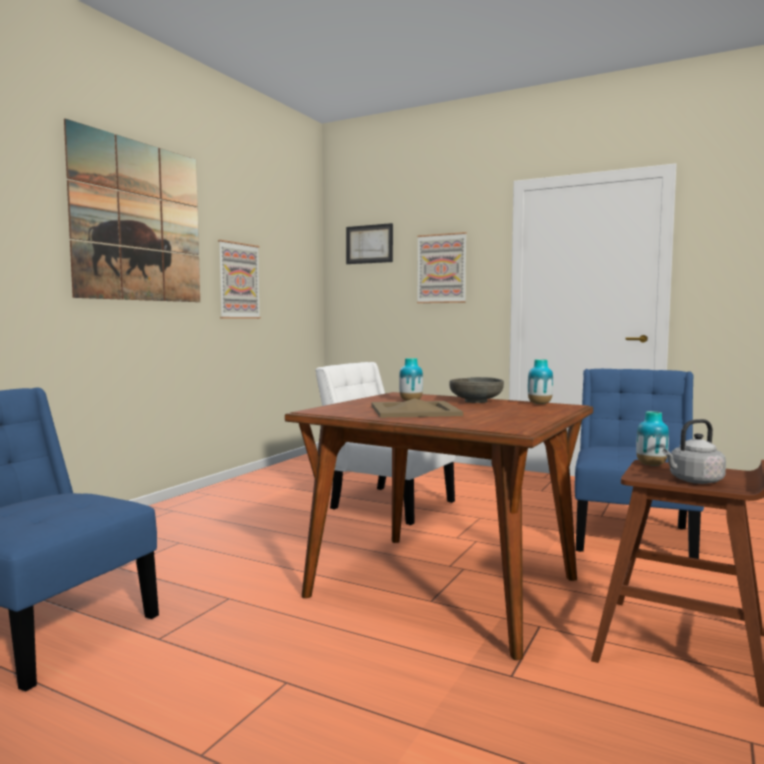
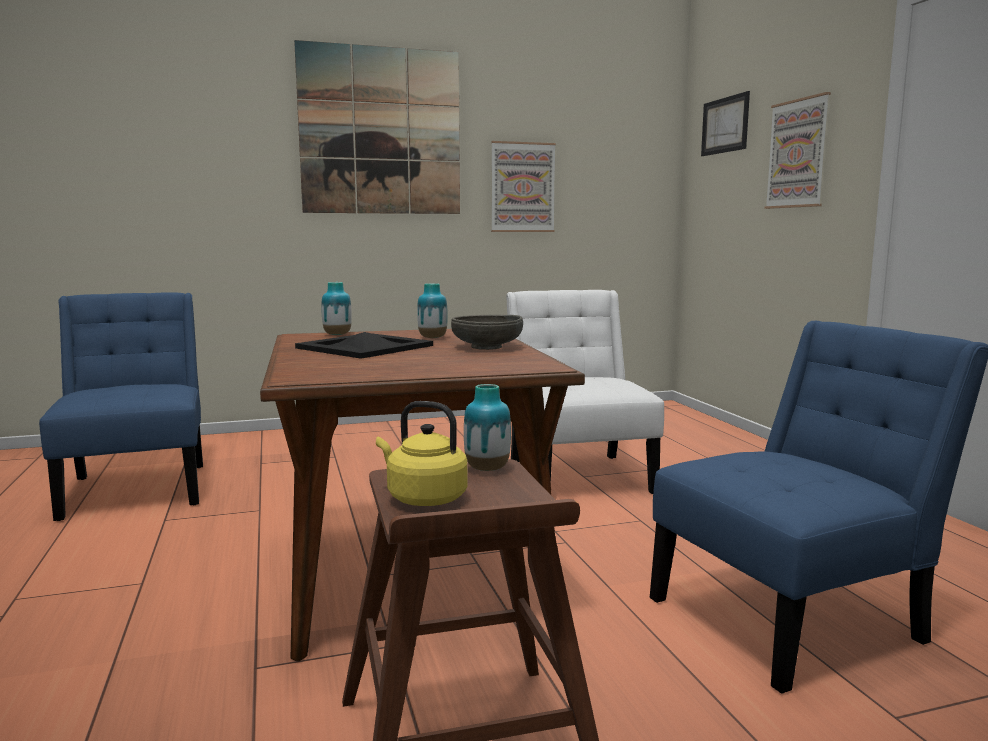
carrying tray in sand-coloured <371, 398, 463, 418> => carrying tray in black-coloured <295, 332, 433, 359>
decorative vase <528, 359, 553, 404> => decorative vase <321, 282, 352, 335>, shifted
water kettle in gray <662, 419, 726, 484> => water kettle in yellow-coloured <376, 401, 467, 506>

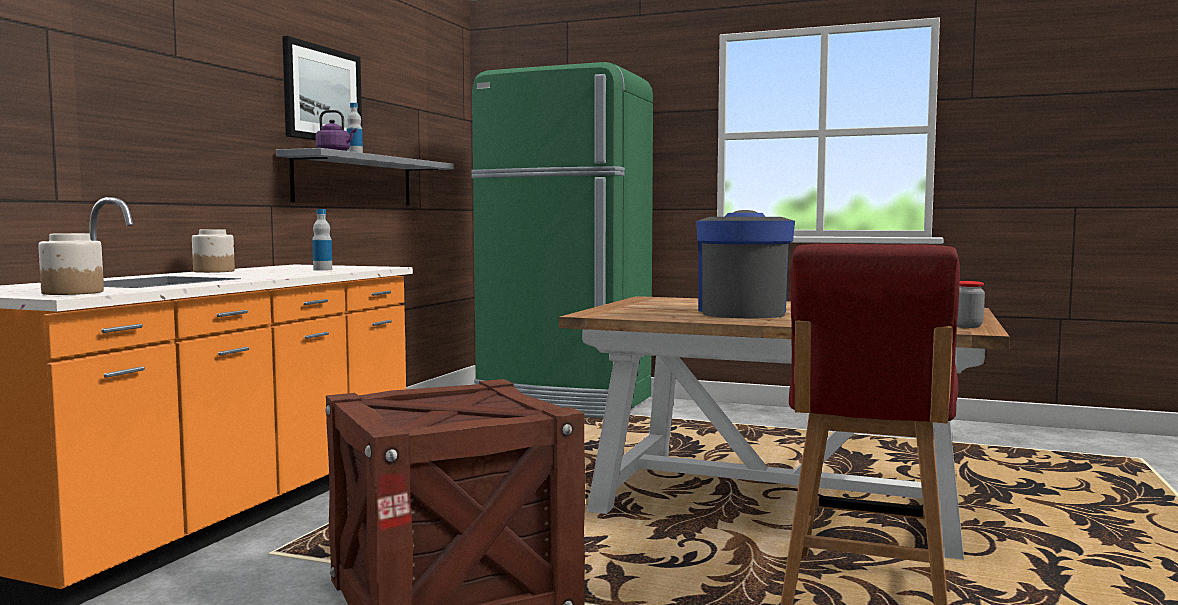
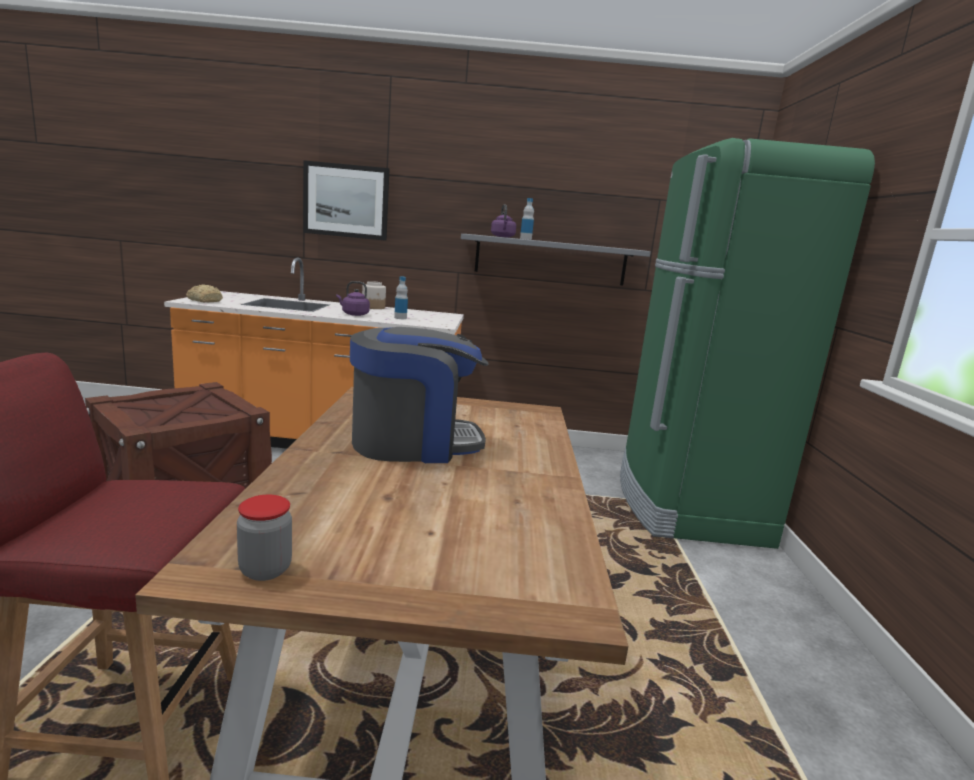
jar <38, 233, 104, 295> => baked bread <186, 284, 223, 302>
picture <282, 36, 362, 140> => picture <303, 160, 390, 241>, shifted
nothing => water kettle in purple-coloured <336, 281, 370, 316>

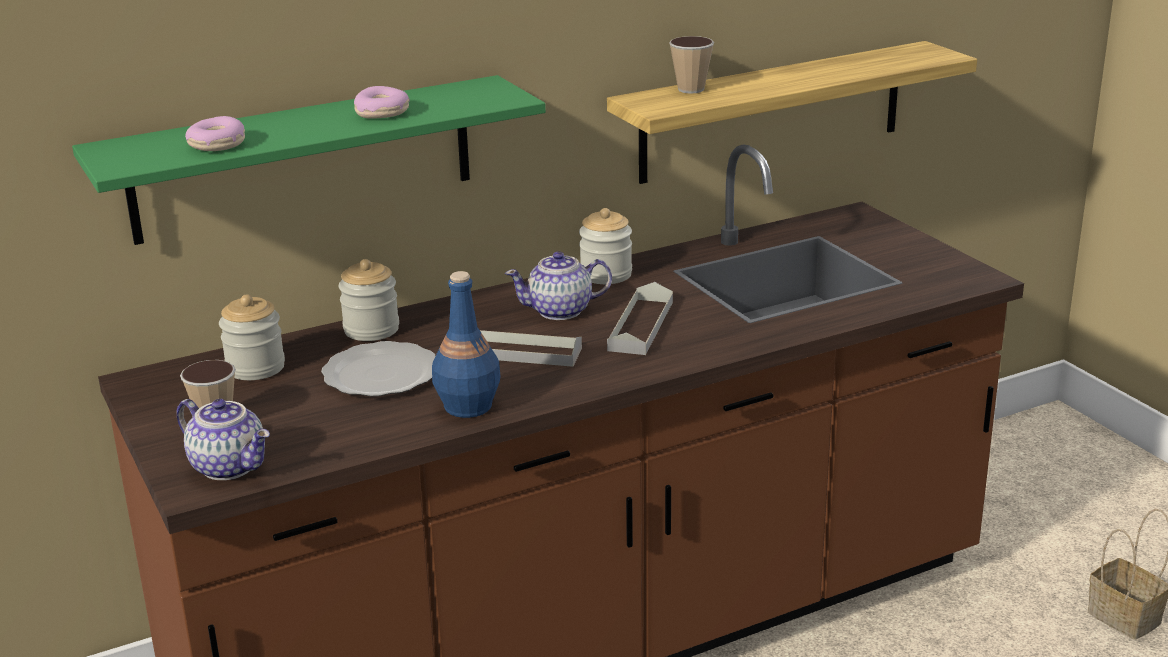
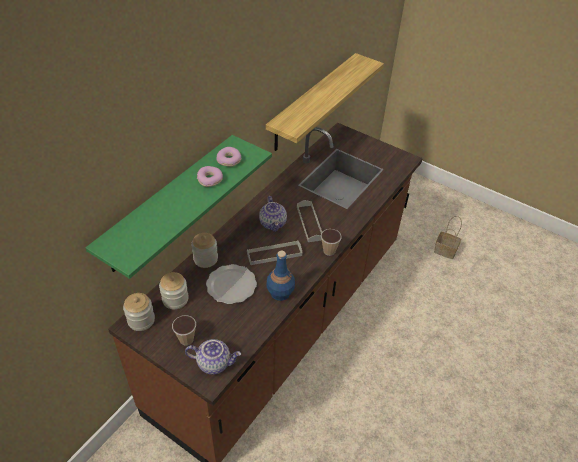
jar <579, 208, 632, 284> => jar <123, 293, 155, 331>, shifted
ring doughnut <185, 116, 245, 151> => ring doughnut <216, 147, 241, 167>, shifted
pot for tea <505, 251, 612, 320> => pot for tea <259, 196, 287, 232>, 60 degrees counterclockwise
small cup <669, 36, 714, 94> => small cup <321, 229, 342, 256>, shifted

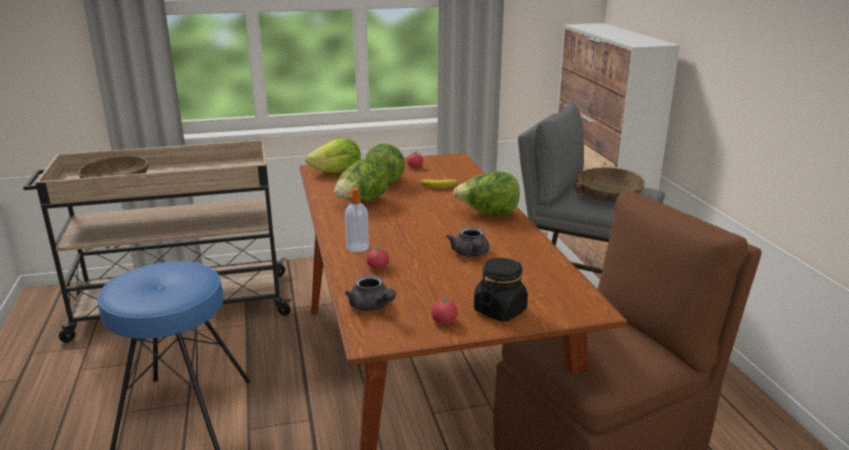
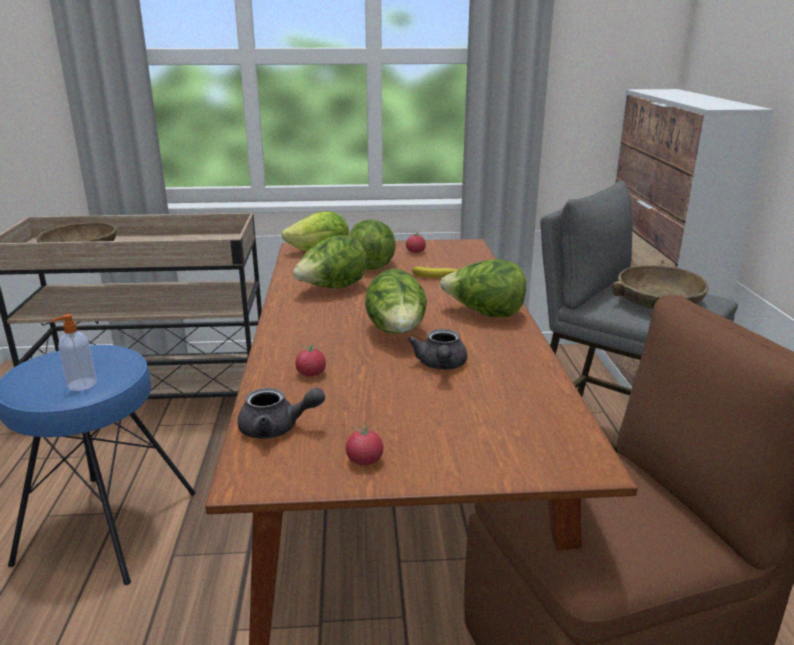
liquid soap bottle <345, 188, 369, 252> => liquid soap bottle <51, 314, 97, 391>, shifted
pot for tea in gray <345, 275, 396, 311> => pot for tea in gray <237, 388, 325, 439>, 60 degrees counterclockwise
nothing => lettuce head <365, 269, 427, 334>
jar in black-coloured <474, 258, 528, 321> => nothing

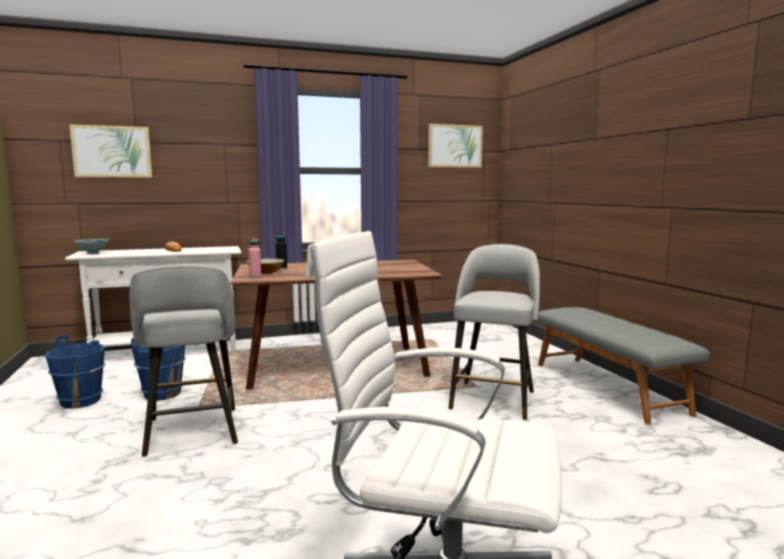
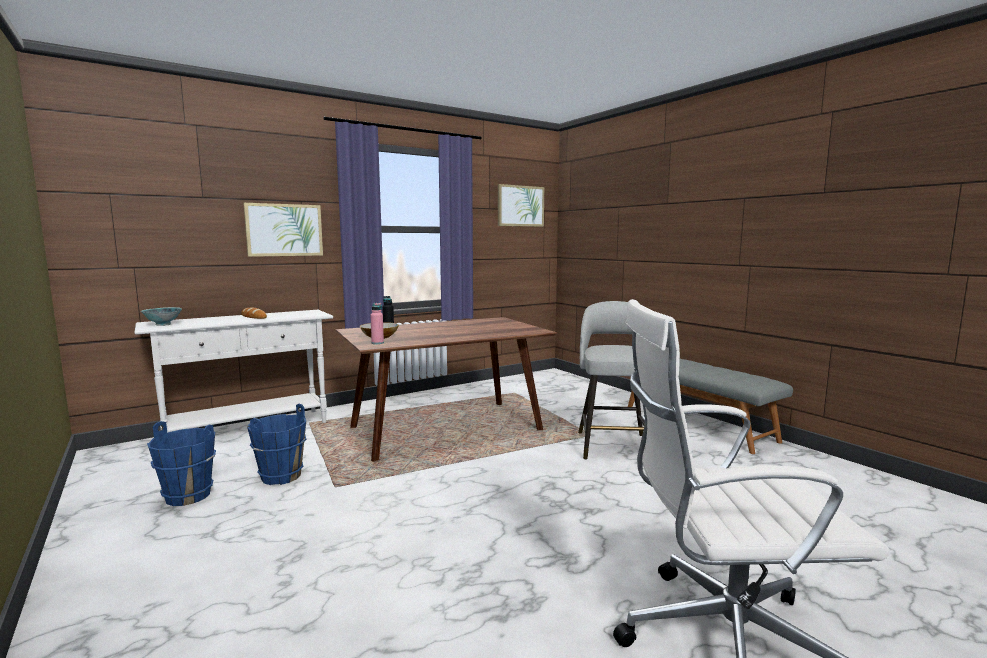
picture <69, 124, 152, 177> => picture <244, 203, 323, 257>, shifted
sitting stool in gray <129, 265, 238, 457> => nothing

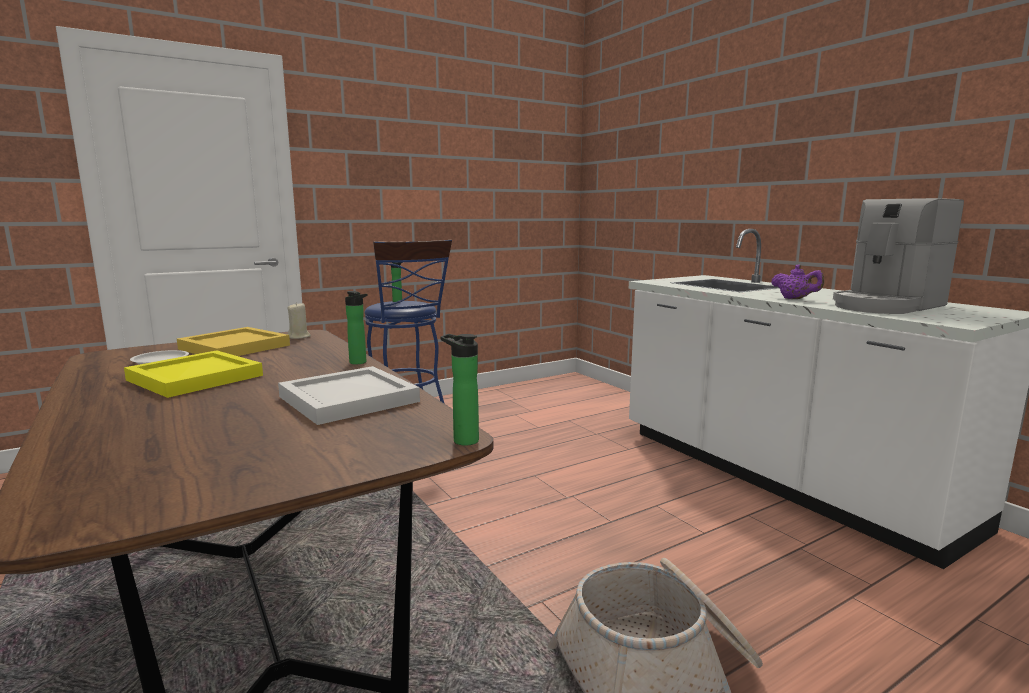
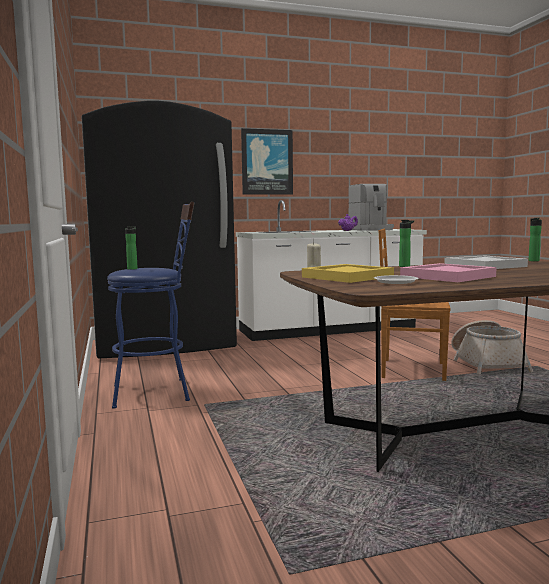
nothing => refrigerator in black-coloured <81, 101, 237, 358>
nothing => picture <241, 128, 293, 195>
nothing => plain chair in brownish <378, 229, 451, 381>
carrying tray in yellow-coloured <124, 350, 263, 398> => carrying tray in pinkish <400, 263, 496, 282>

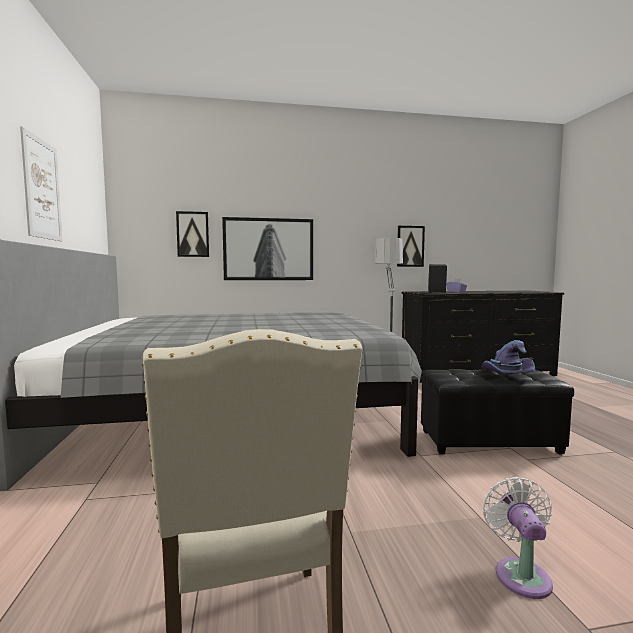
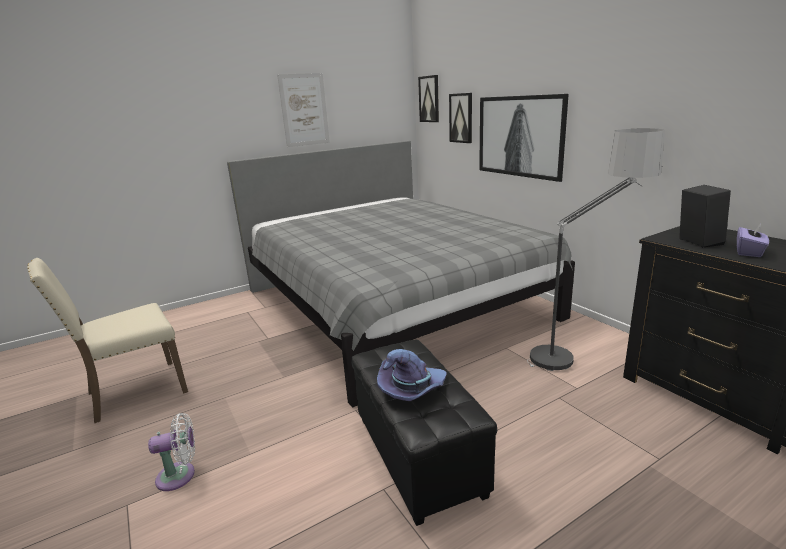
picture <397, 226, 425, 267> => picture <418, 75, 439, 122>, shifted

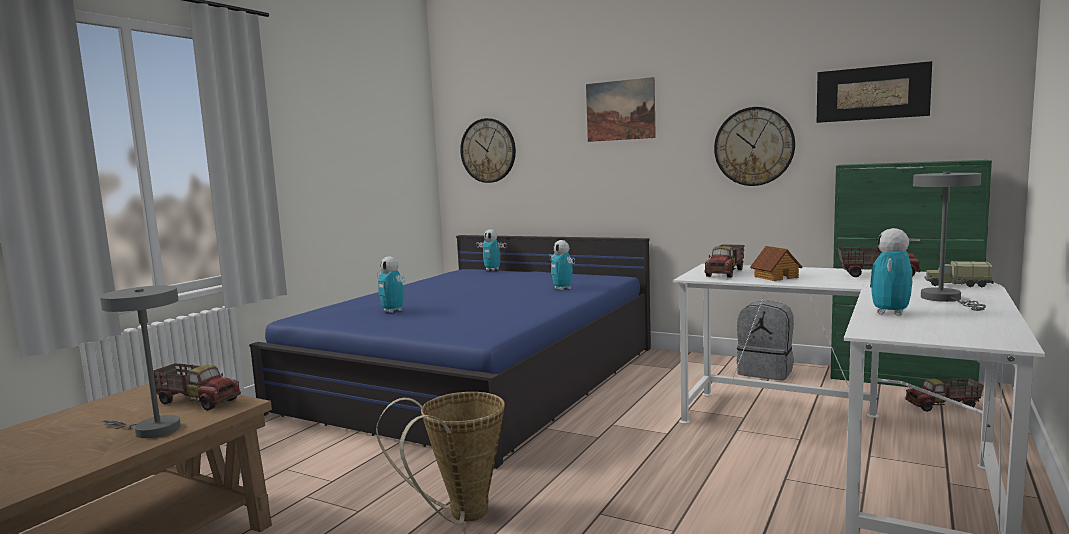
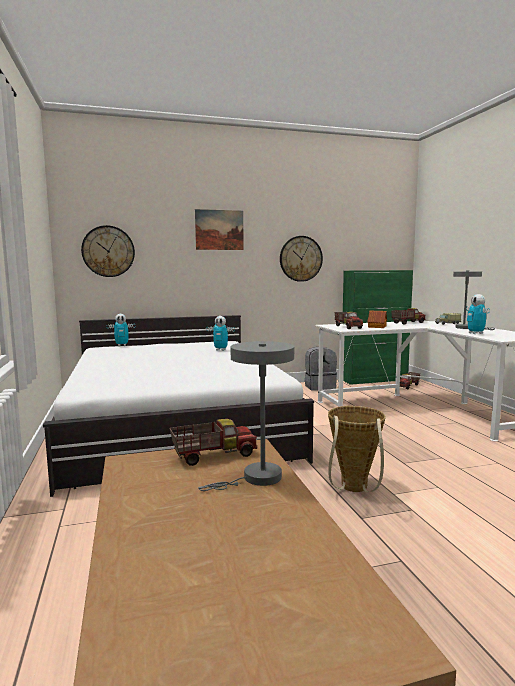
bed in blue <249, 235, 651, 469> => bed in whitish <43, 315, 314, 497>
robot figure <377, 256, 405, 313> => nothing
picture <817, 61, 932, 123> => nothing

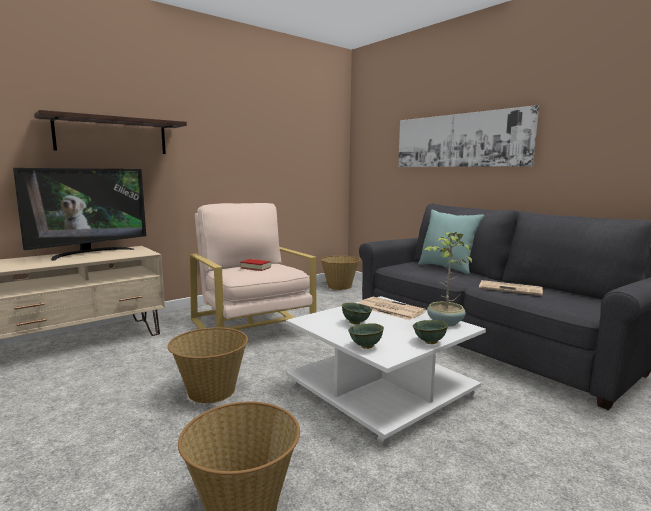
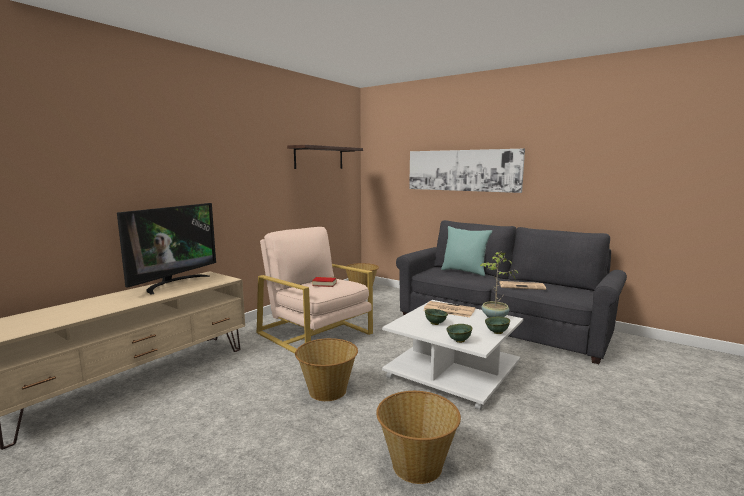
bracket shelf <34, 110, 187, 154> => bracket shelf <287, 145, 363, 169>, shifted

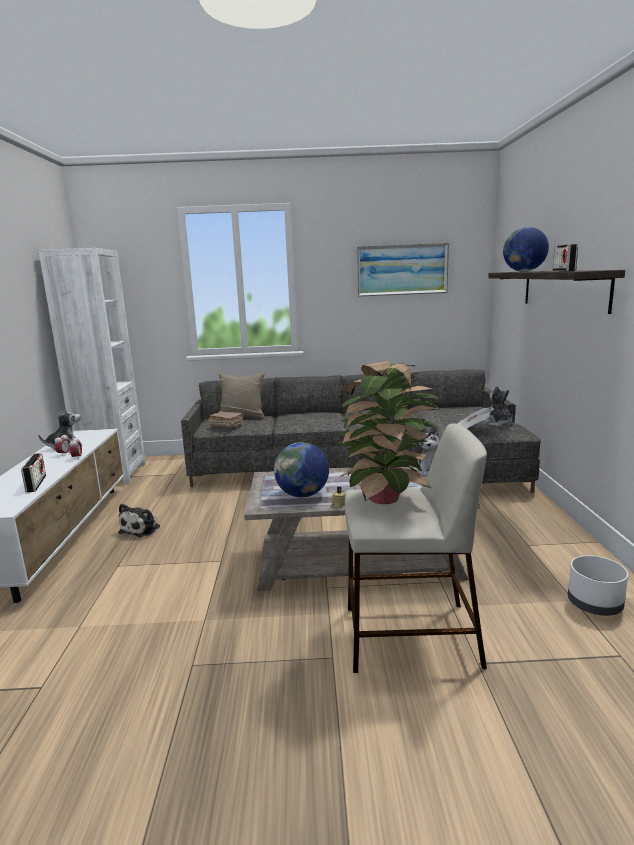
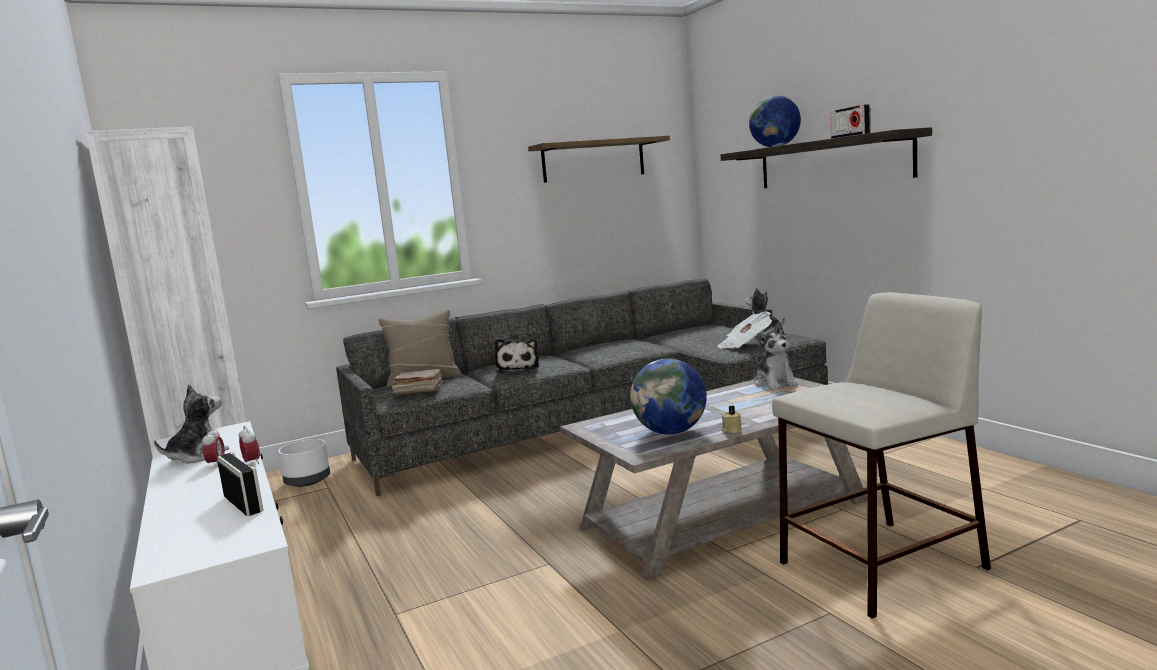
plant pot in whitish <568, 555, 628, 616> => plant pot in whitish <278, 439, 330, 487>, shifted
plush toy <118, 504, 160, 537> => plush toy <495, 338, 539, 373>, shifted
picture <357, 243, 449, 297> => bracket shelf <528, 136, 670, 183>
houseplant <337, 361, 440, 504> => nothing

